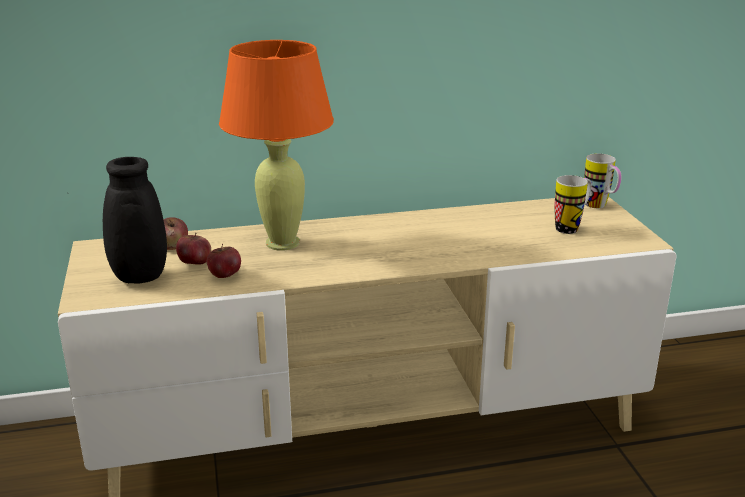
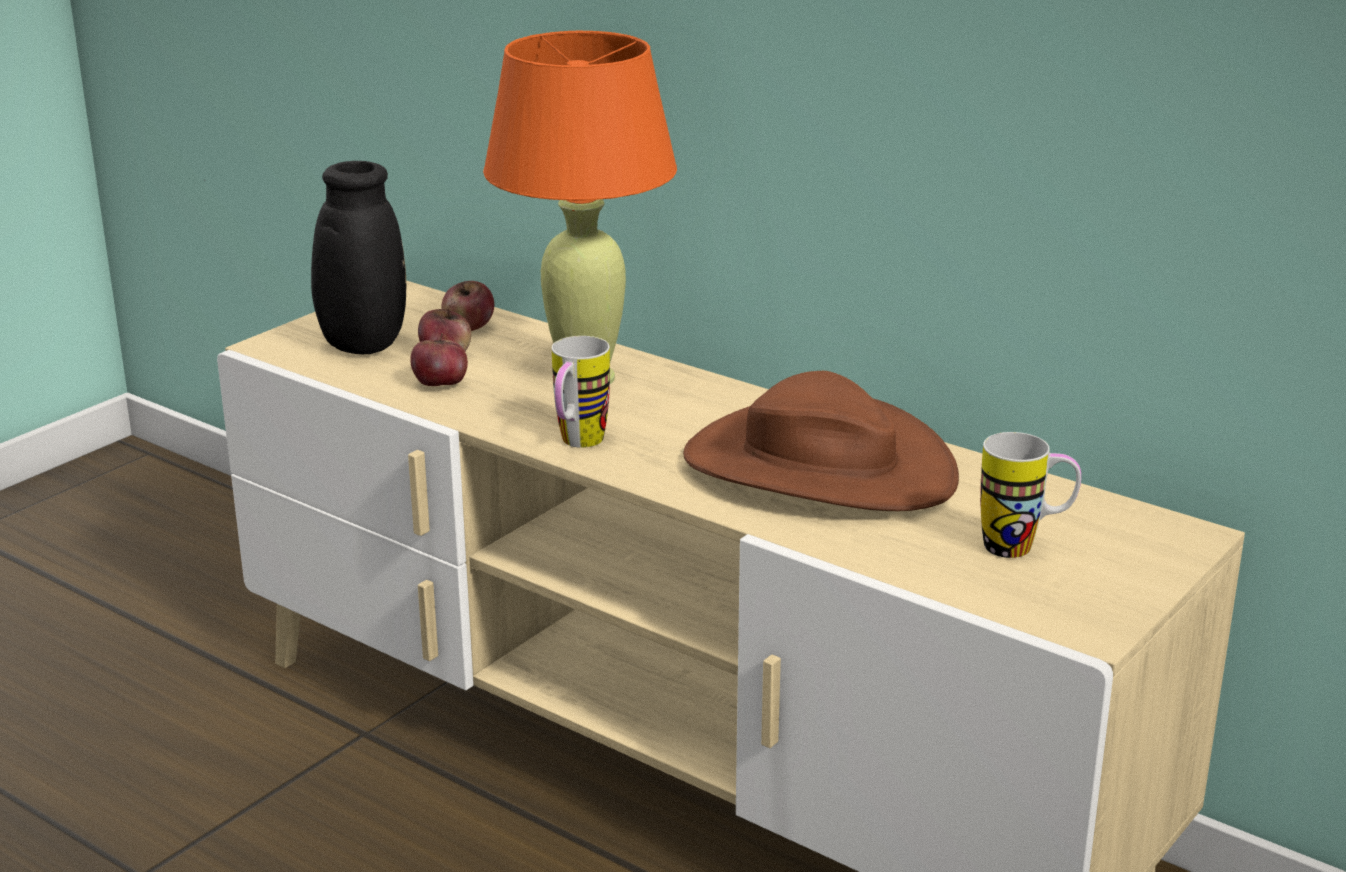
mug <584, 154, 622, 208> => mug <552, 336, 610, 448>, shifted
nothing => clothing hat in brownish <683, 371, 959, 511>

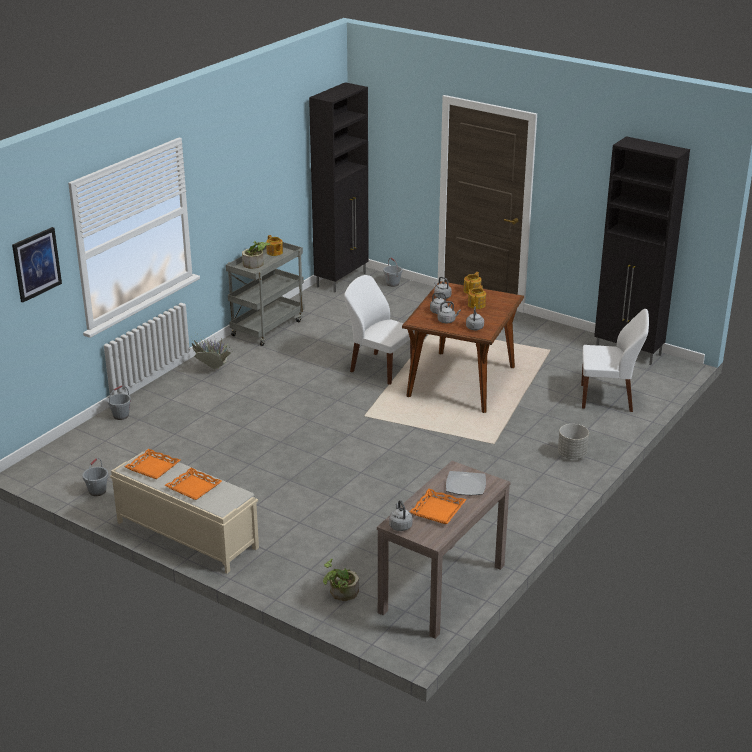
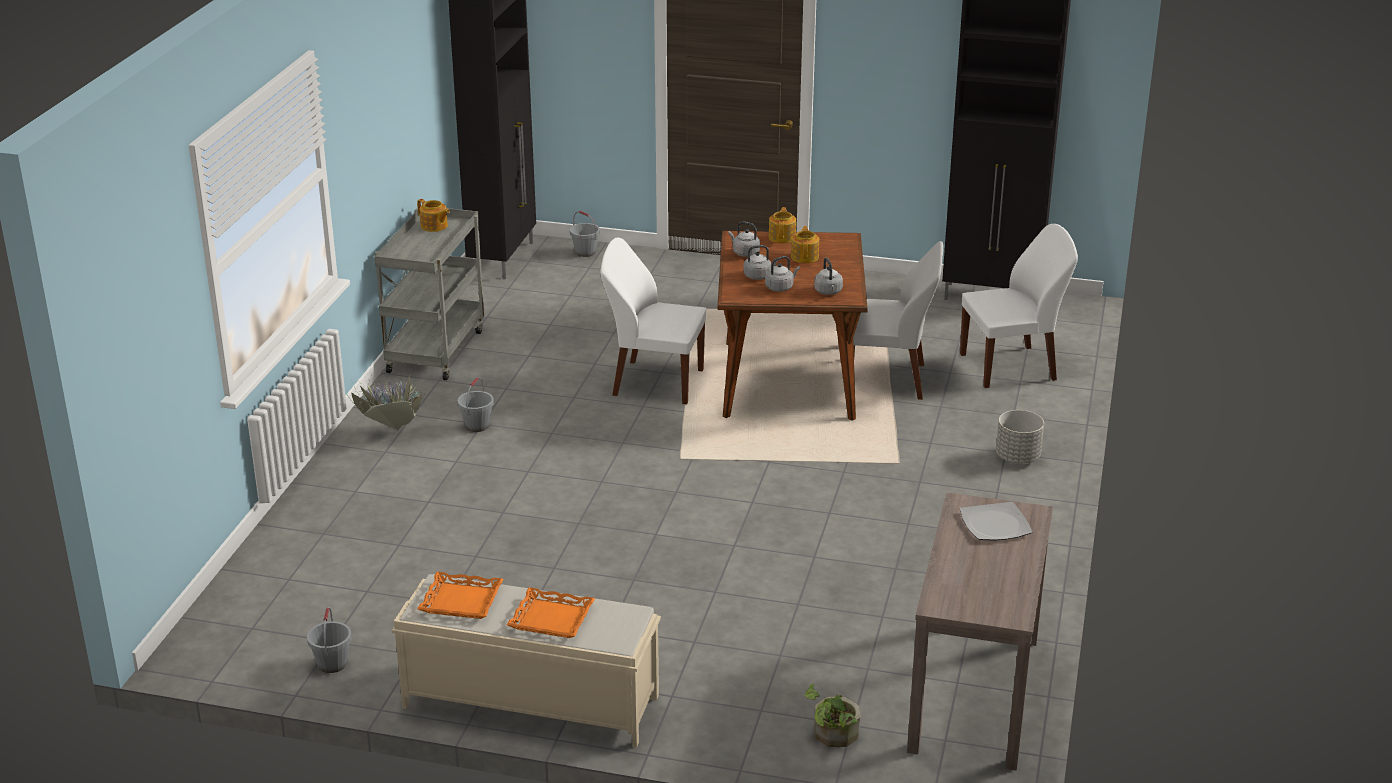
pail in gray <108, 385, 131, 420> => pail in gray <458, 377, 494, 432>, shifted
nothing => plain chair in whitish <853, 241, 943, 400>
picture <12, 227, 62, 303> => nothing
houseplant <242, 241, 270, 269> => nothing
water kettle in gray <389, 500, 413, 531> => nothing
carrying tray in orange-coloured <410, 489, 467, 524> => nothing

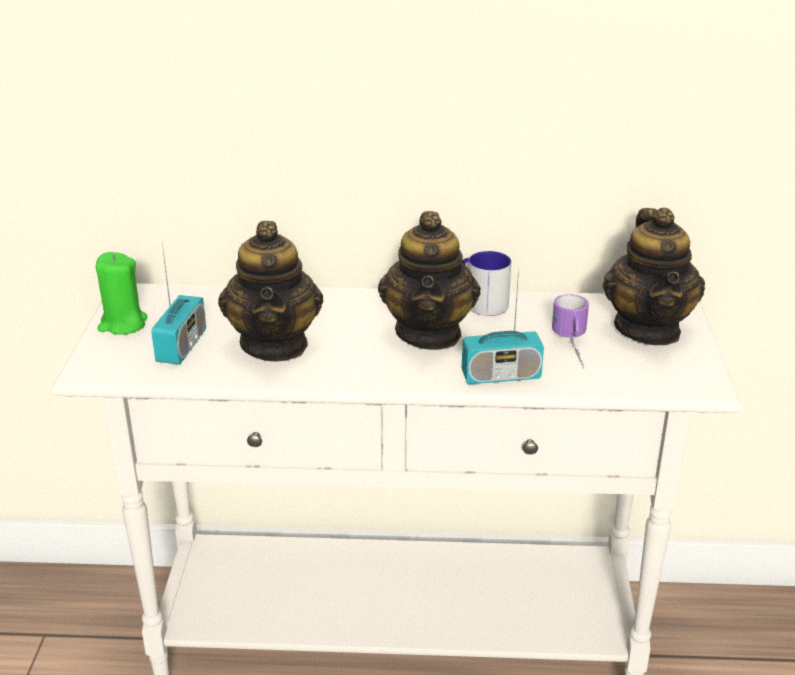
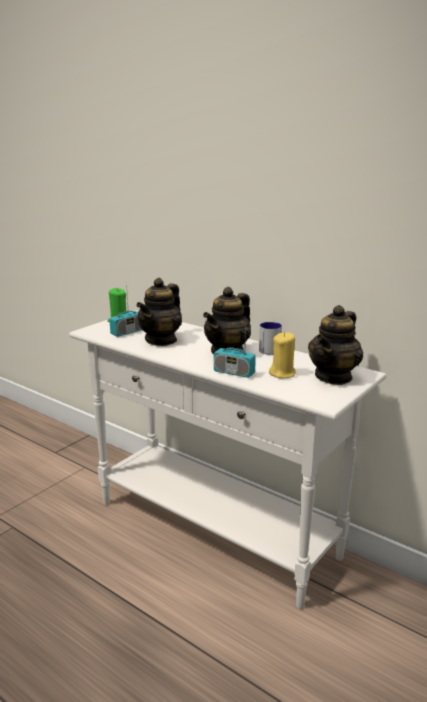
mug <552, 294, 589, 369> => wax light in yellow-coloured <269, 332, 296, 378>

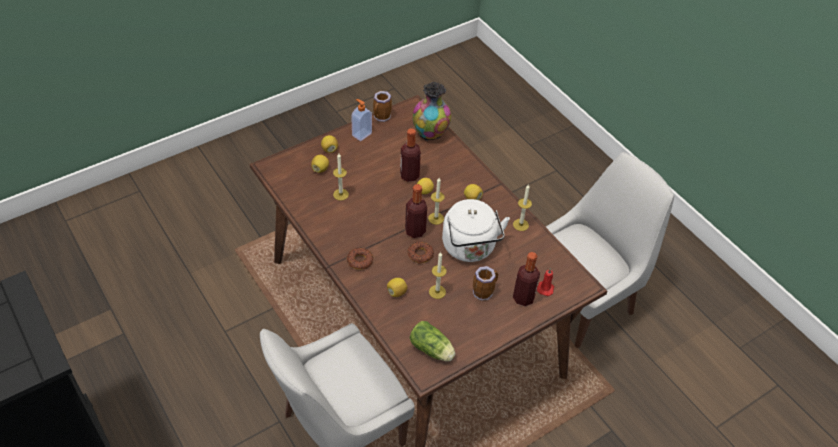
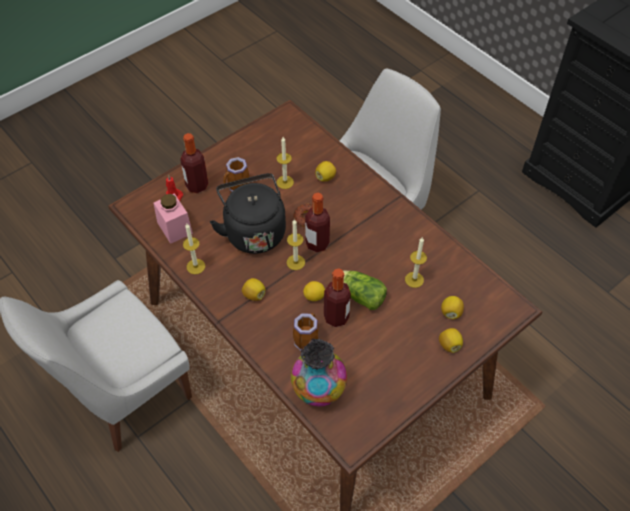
nothing => jar in pinkish <154, 193, 193, 244>
water kettle in whitish <442, 199, 510, 262> => water kettle in black-coloured <210, 173, 286, 254>
mug <373, 91, 392, 122> => mug <293, 313, 319, 351>, shifted
lettuce head <410, 321, 455, 362> => lettuce head <343, 270, 387, 310>, shifted
ring doughnut <347, 248, 373, 270> => nothing
liquid soap bottle <351, 99, 372, 141> => nothing

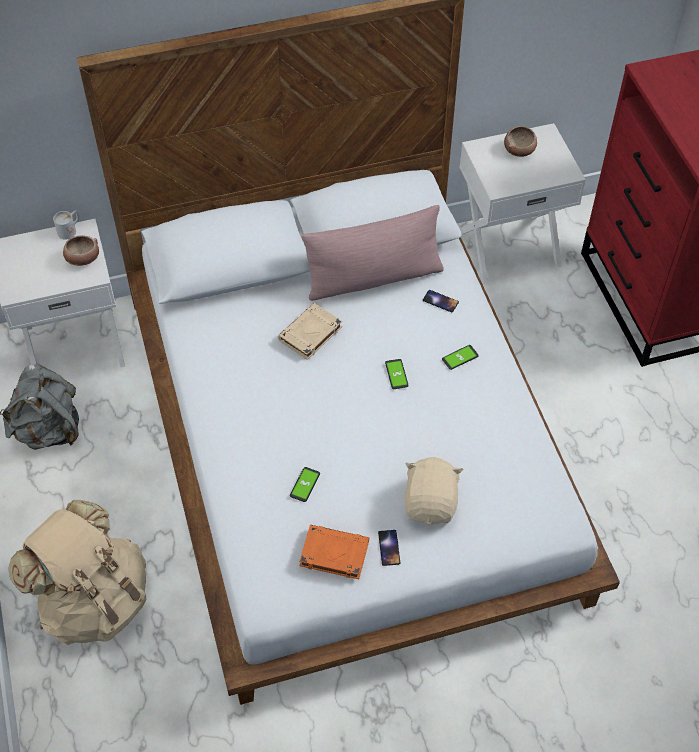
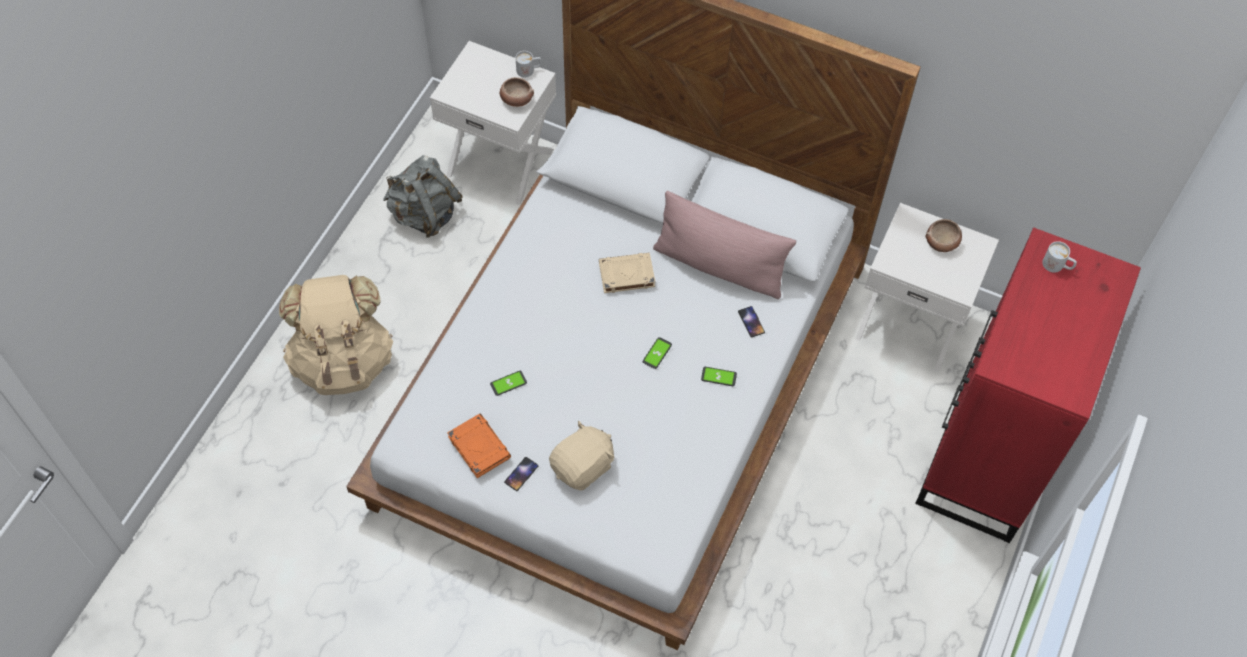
nothing => mug in whitish <1042, 241, 1077, 273>

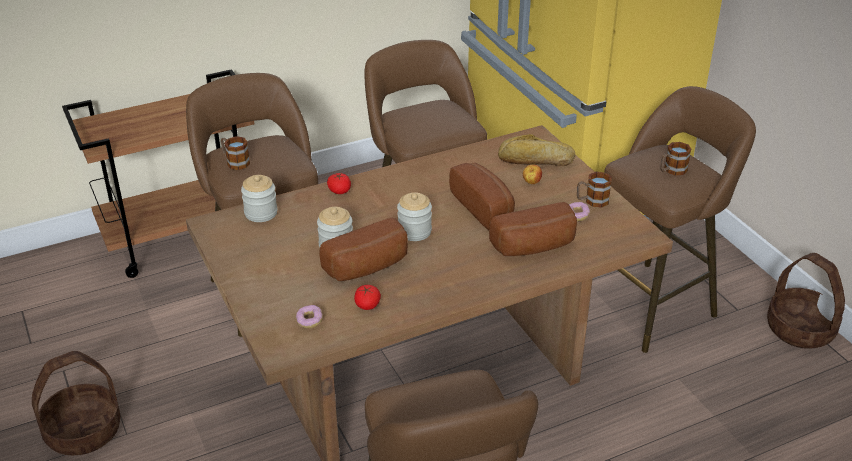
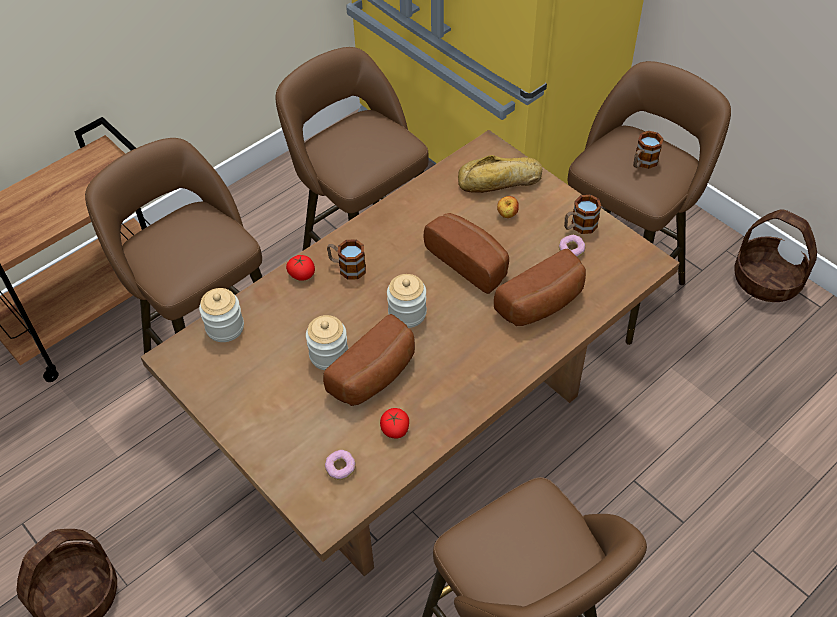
mug <221, 136, 250, 170> => mug <327, 239, 366, 280>, shifted

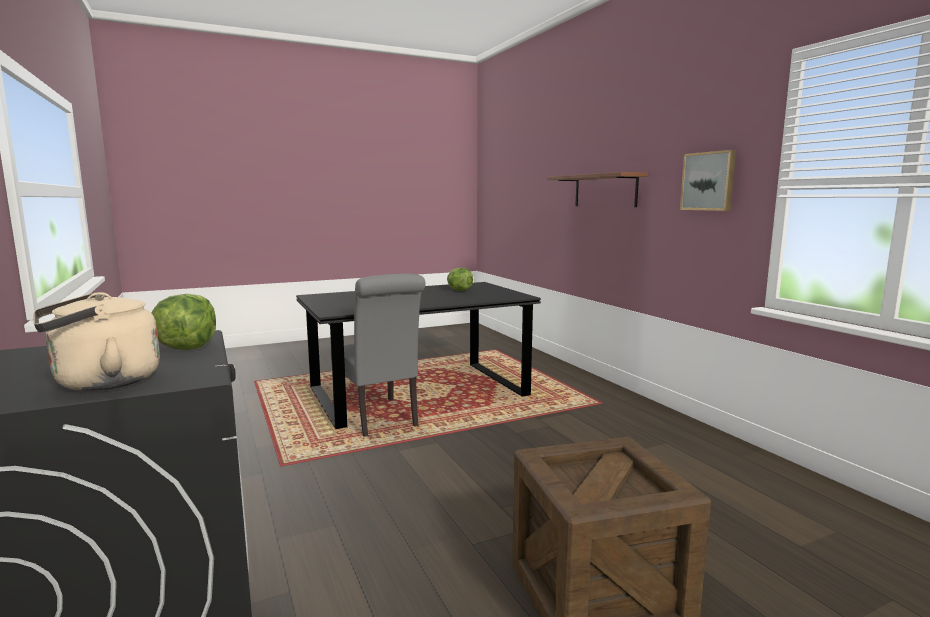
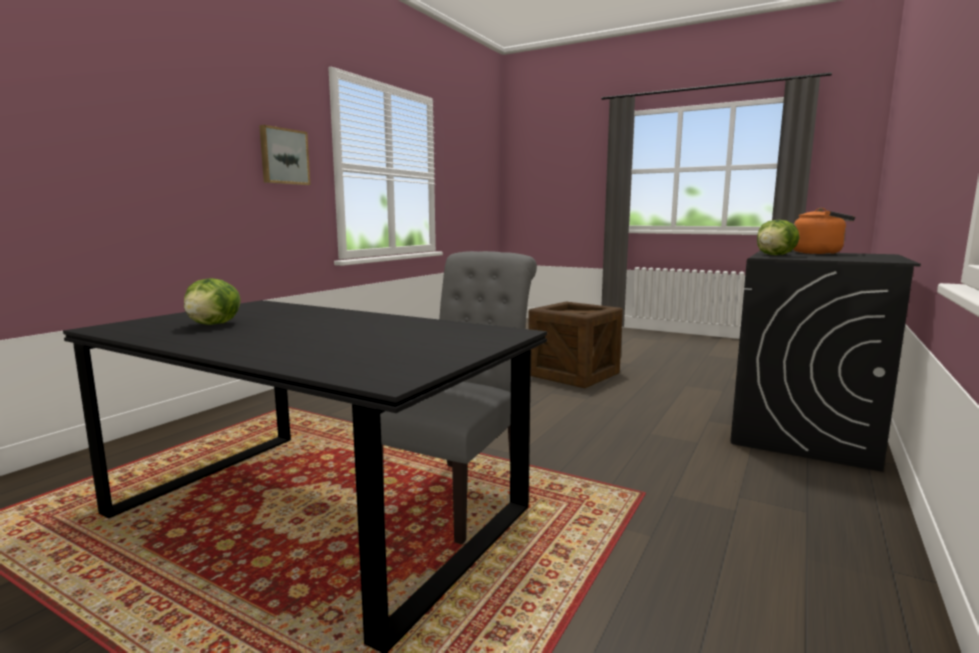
water kettle in sand-coloured <34, 292, 160, 391> => water kettle in orange-coloured <793, 208, 855, 254>
bracket shelf in brownish <547, 172, 648, 207> => nothing

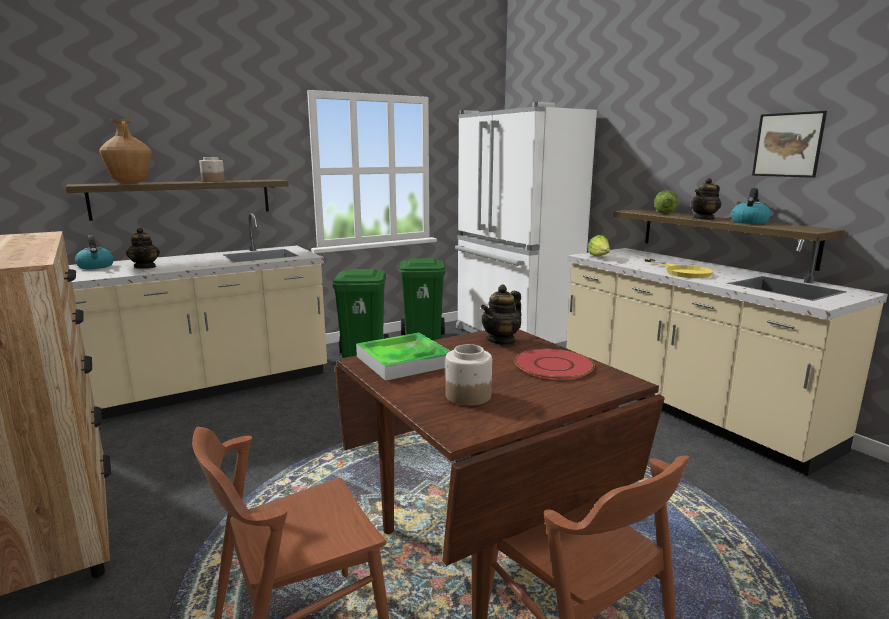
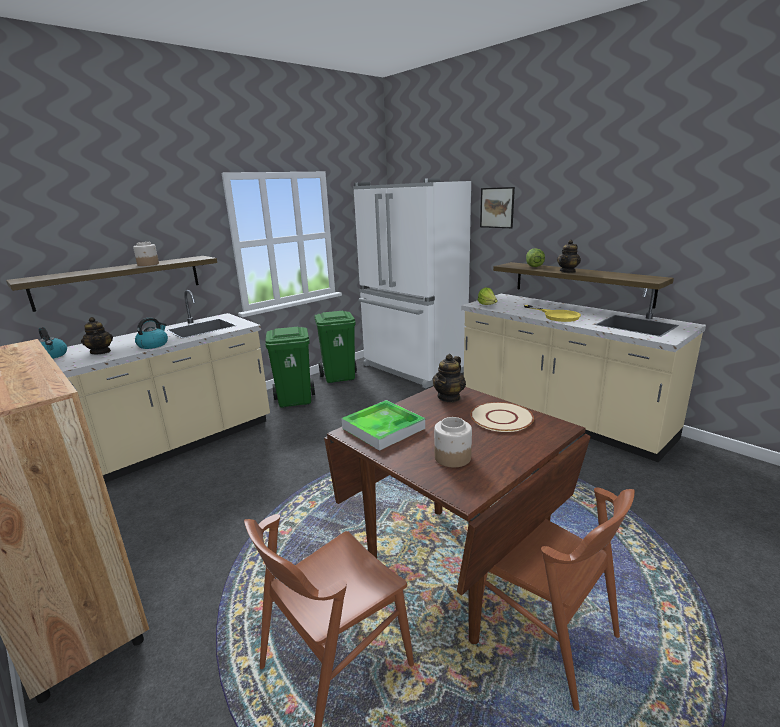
water kettle <731, 188, 771, 224> => water kettle <135, 318, 168, 349>, shifted
flat dish in red-coloured <514, 349, 595, 380> => flat dish in sand-coloured <470, 402, 534, 432>
picture <752, 111, 827, 178> => picture <480, 187, 515, 228>, shifted
decorative vase in brownish <99, 119, 152, 184> => nothing

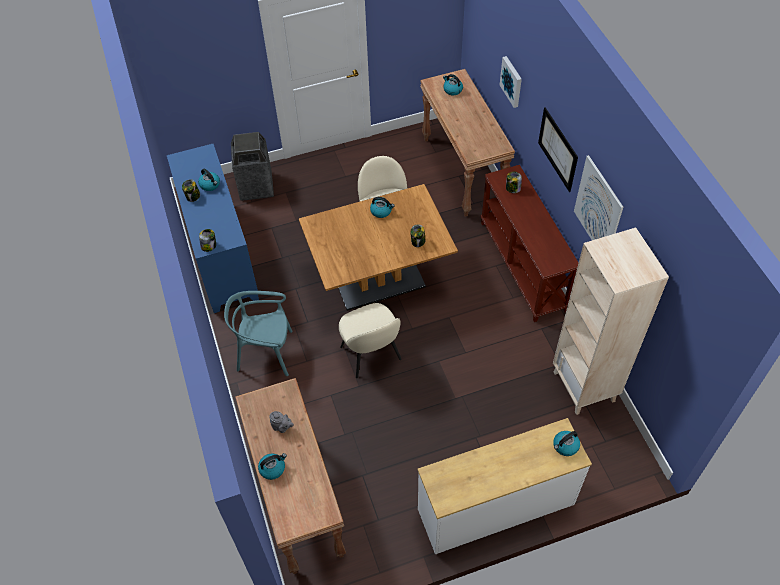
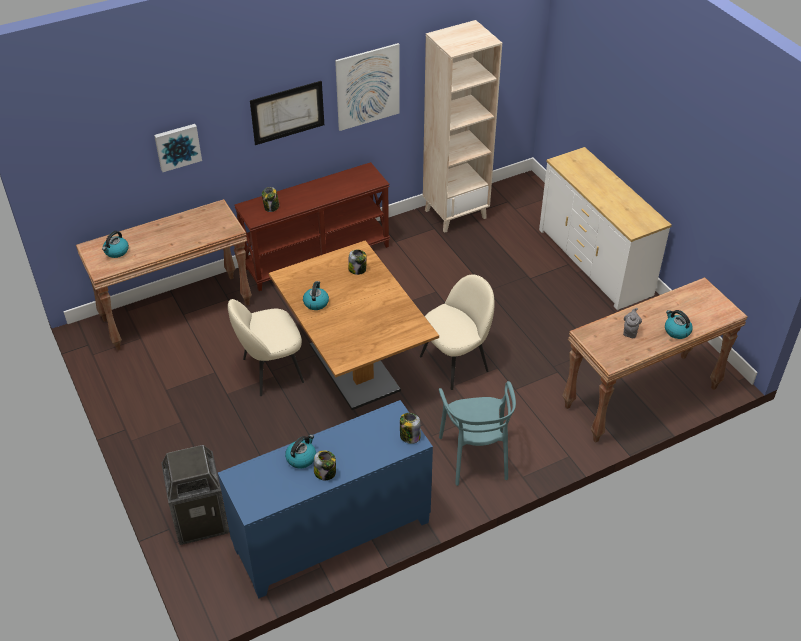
water kettle <553, 431, 580, 456> => nothing

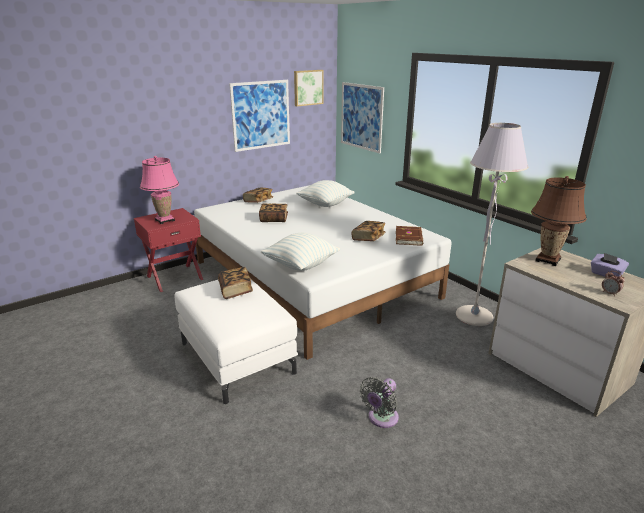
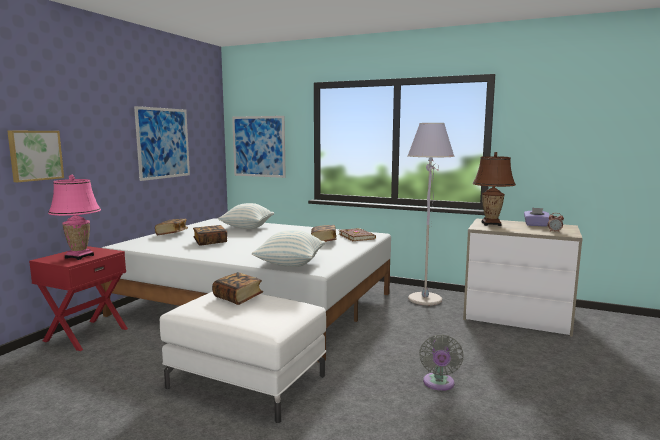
picture <294, 70, 324, 106> => picture <7, 131, 64, 182>, shifted

